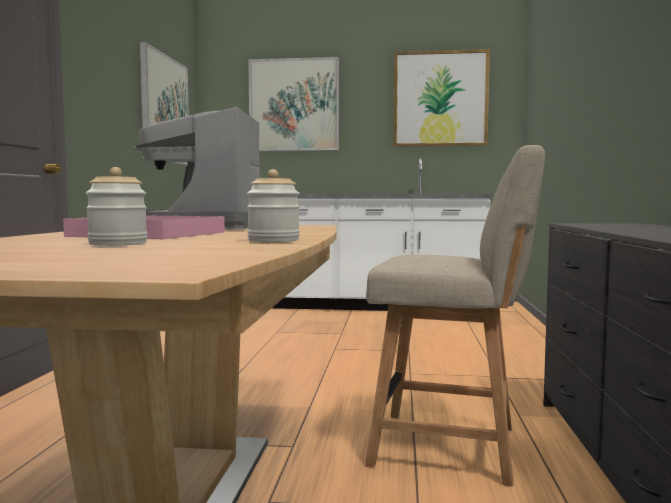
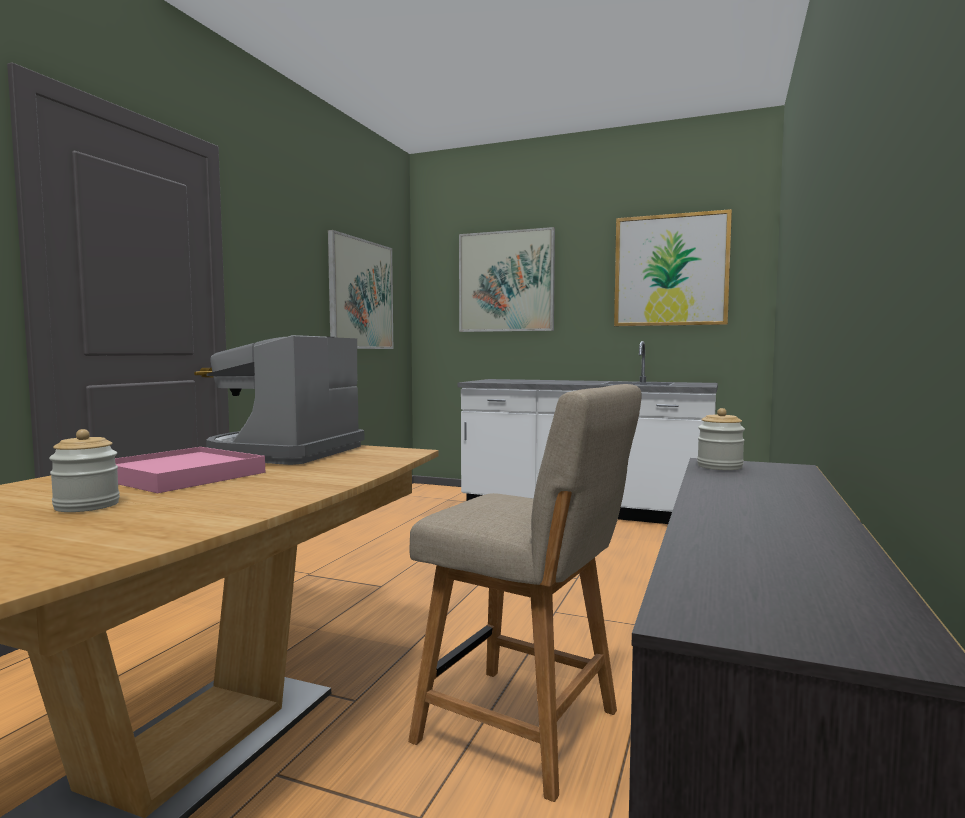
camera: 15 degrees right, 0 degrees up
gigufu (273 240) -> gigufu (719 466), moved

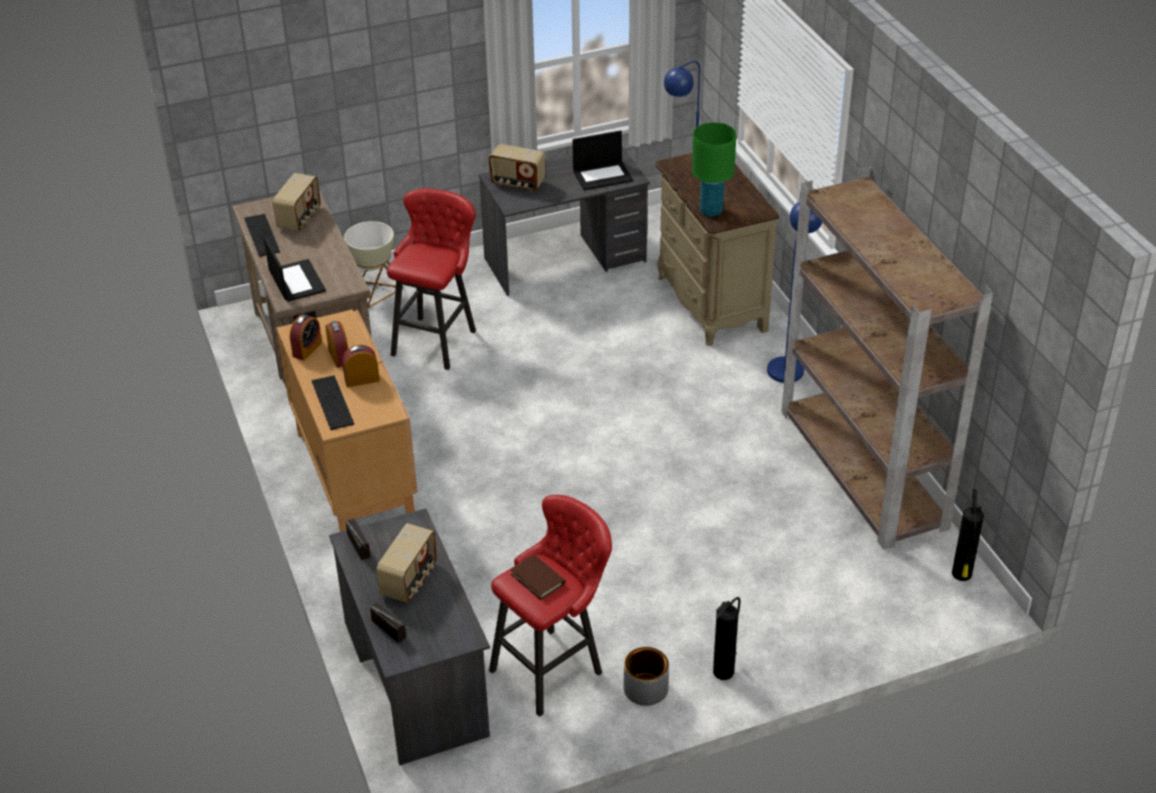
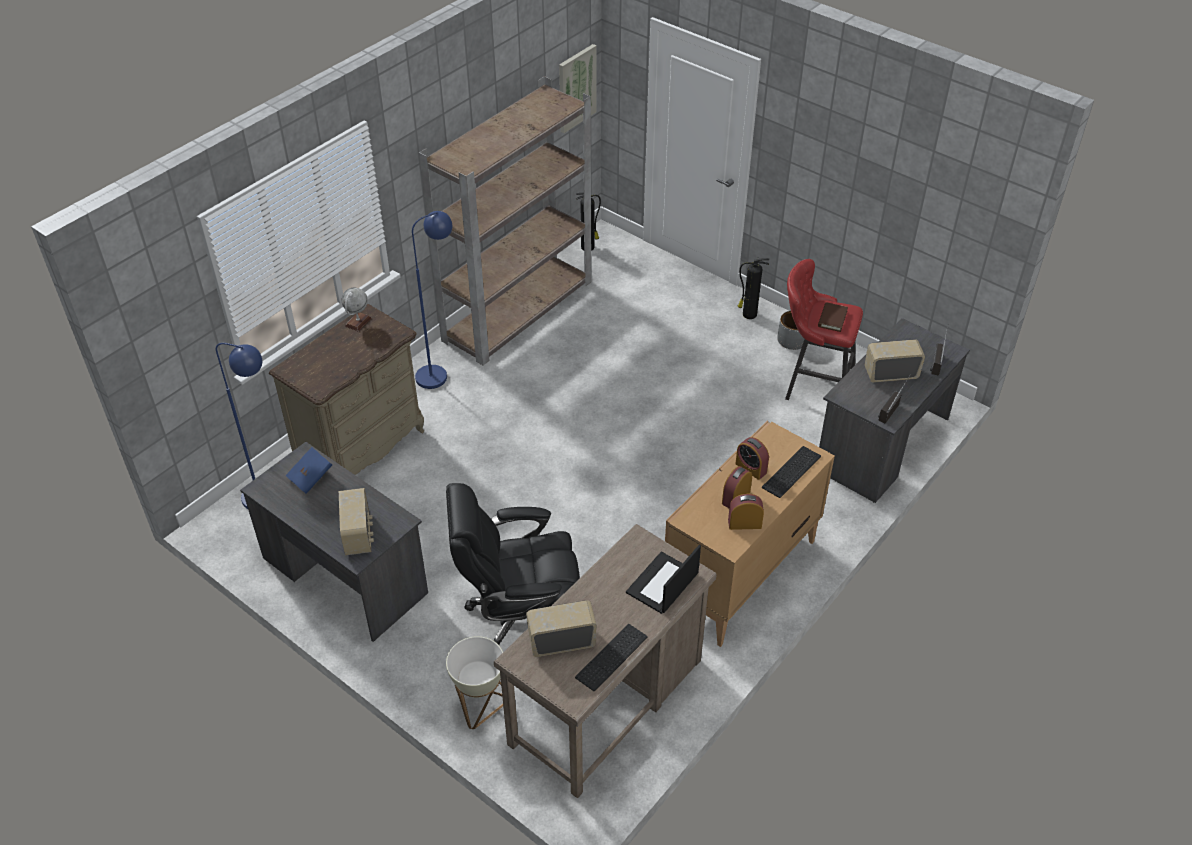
camera: 120 degrees left, 5 degrees up
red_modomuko (438 337) -> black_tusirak (520 615)
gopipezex (603 175) -> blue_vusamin (311 477)
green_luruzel (711 211) -> none
none -> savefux (358 322)
none -> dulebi (576 88)

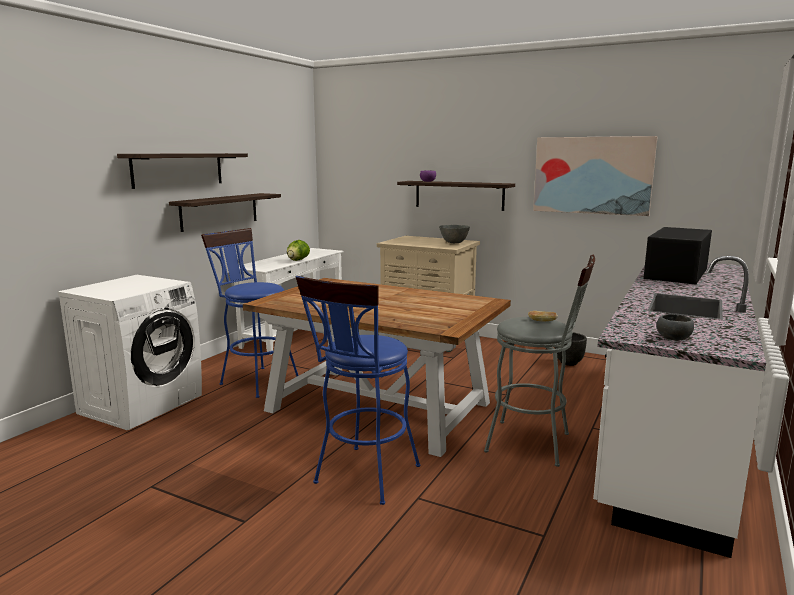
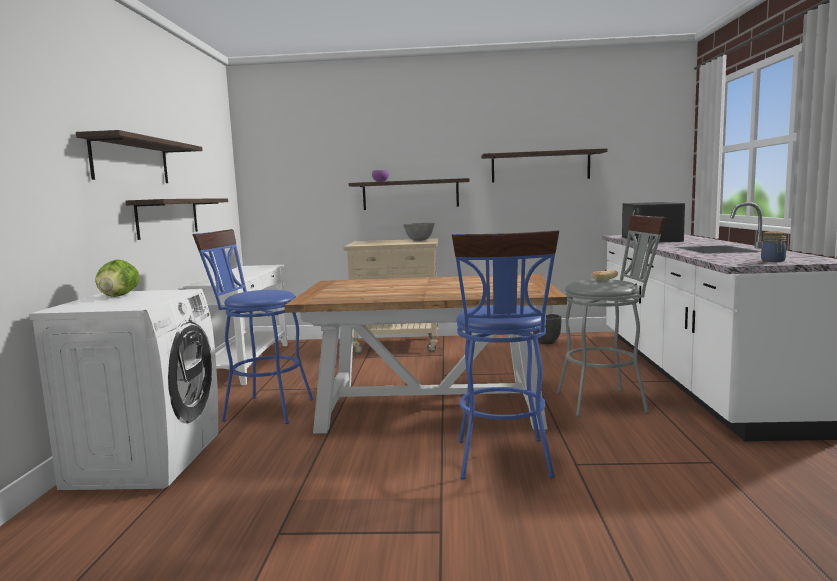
camera: 25 degrees left, 5 degrees down
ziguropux (297 260) -> ziguropux (118 296), moved
dulebi (592 175) -> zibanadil (540 166)
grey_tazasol (674 339) -> gigufu (773 261)

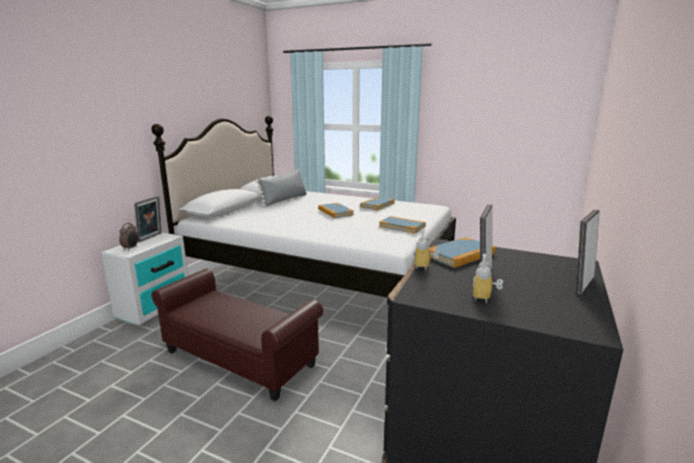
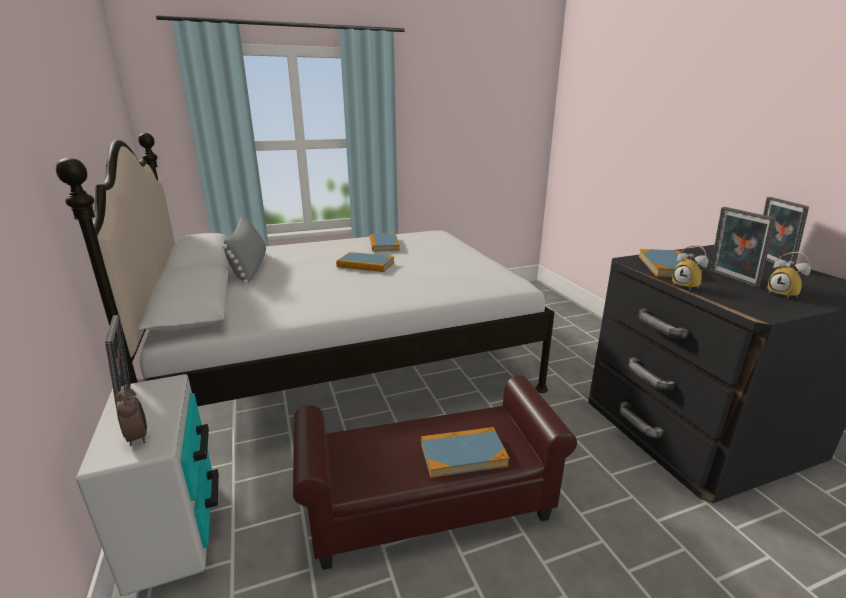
camera: 45 degrees left, 5 degrees up
vusamin (402 226) -> vusamin (463 454), moved

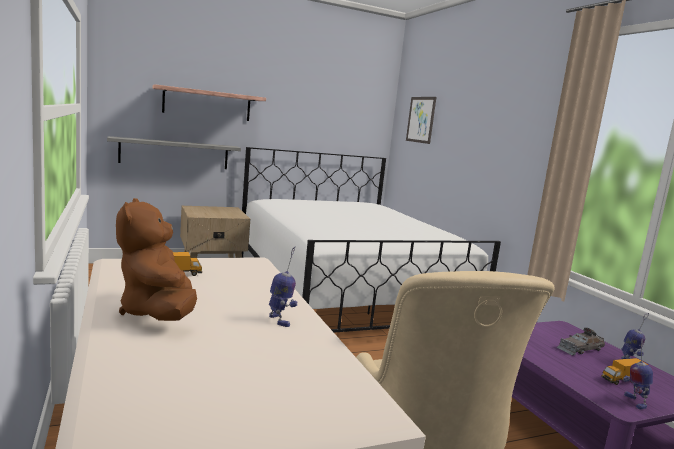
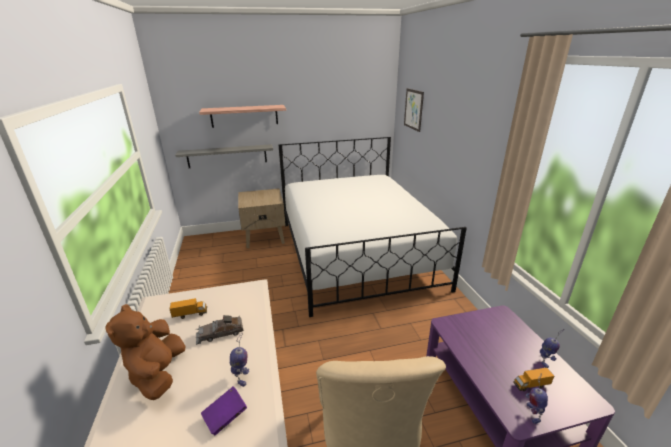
camera: 10 degrees right, 15 degrees up
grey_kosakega (580 348) -> grey_kosakega (220 333), moved
none -> purple_vusamin (225 417)

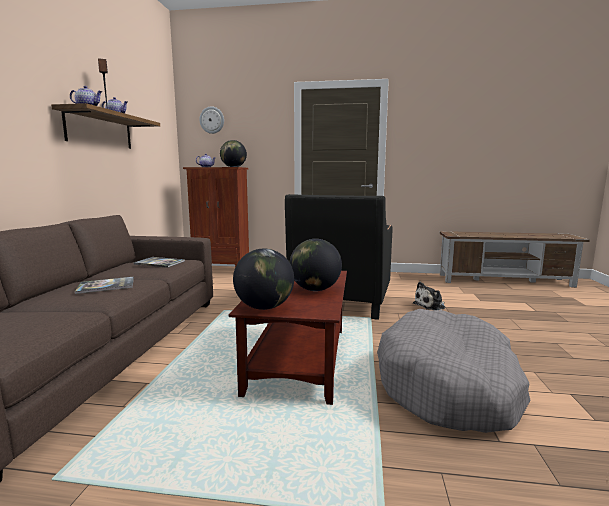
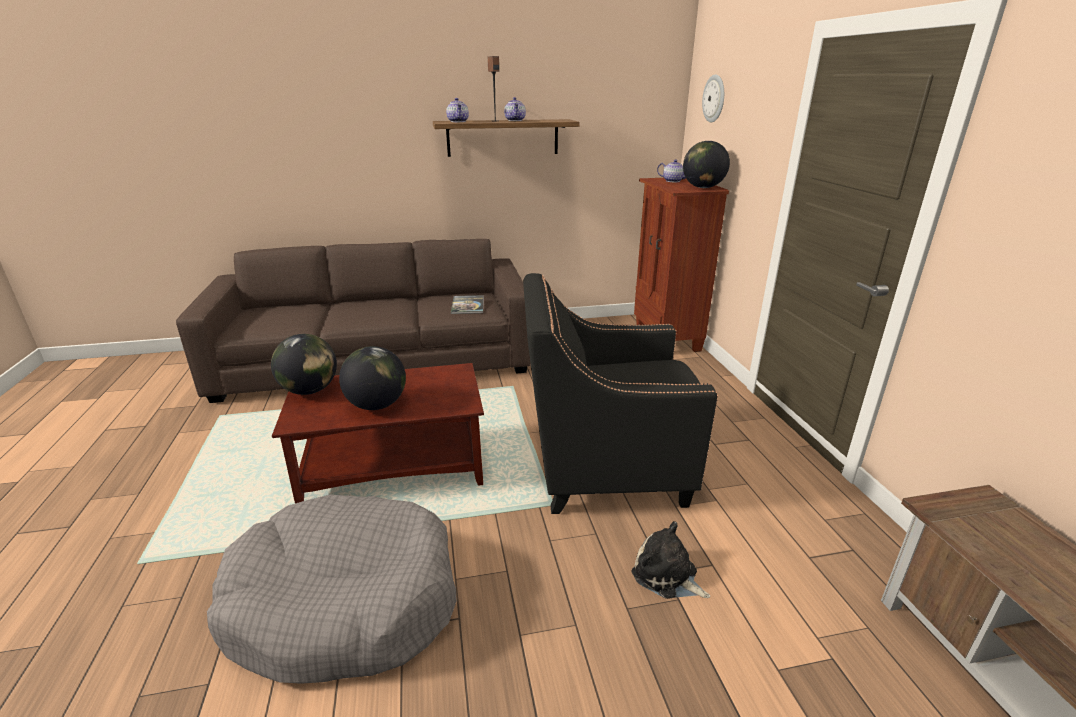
camera: 70 degrees right, 15 degrees up
vusamin (106 286) -> none

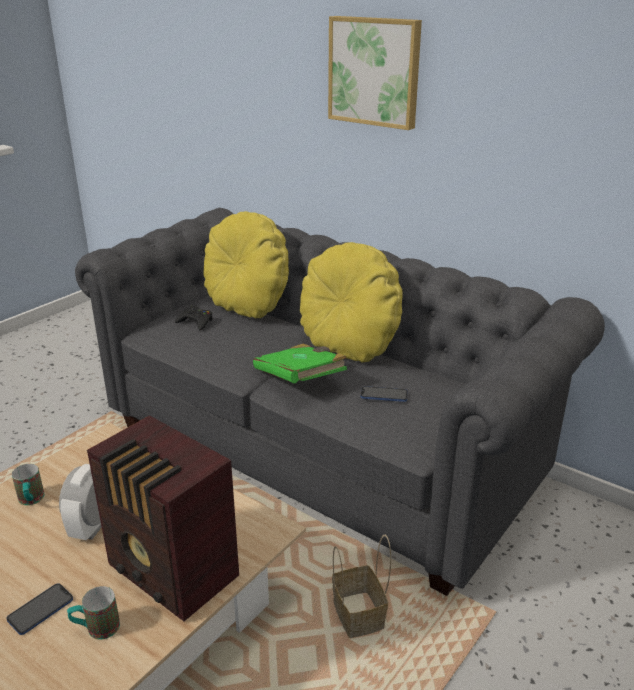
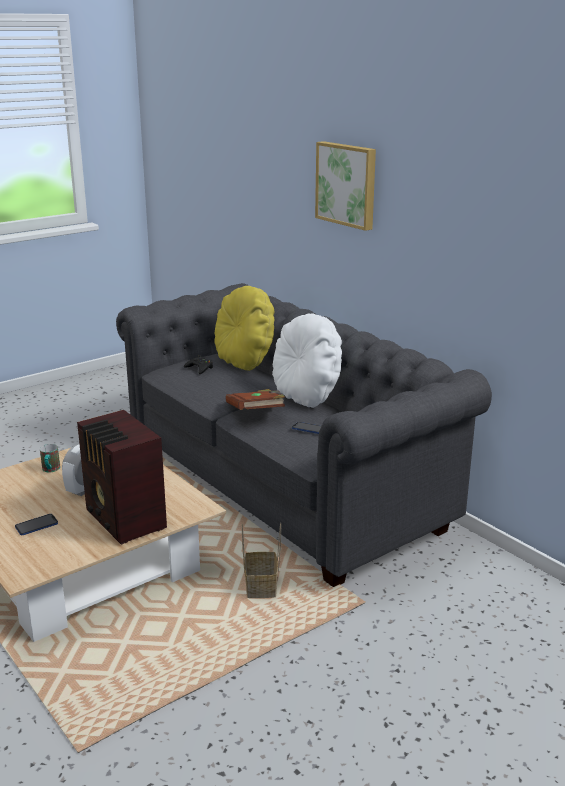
camera: 15 degrees right, 5 degrees down
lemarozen (96 629) -> none
green_vusamin (300 380) -> brown_vusamin (256 413)
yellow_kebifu (348 348) -> white_kebifu (306 398)

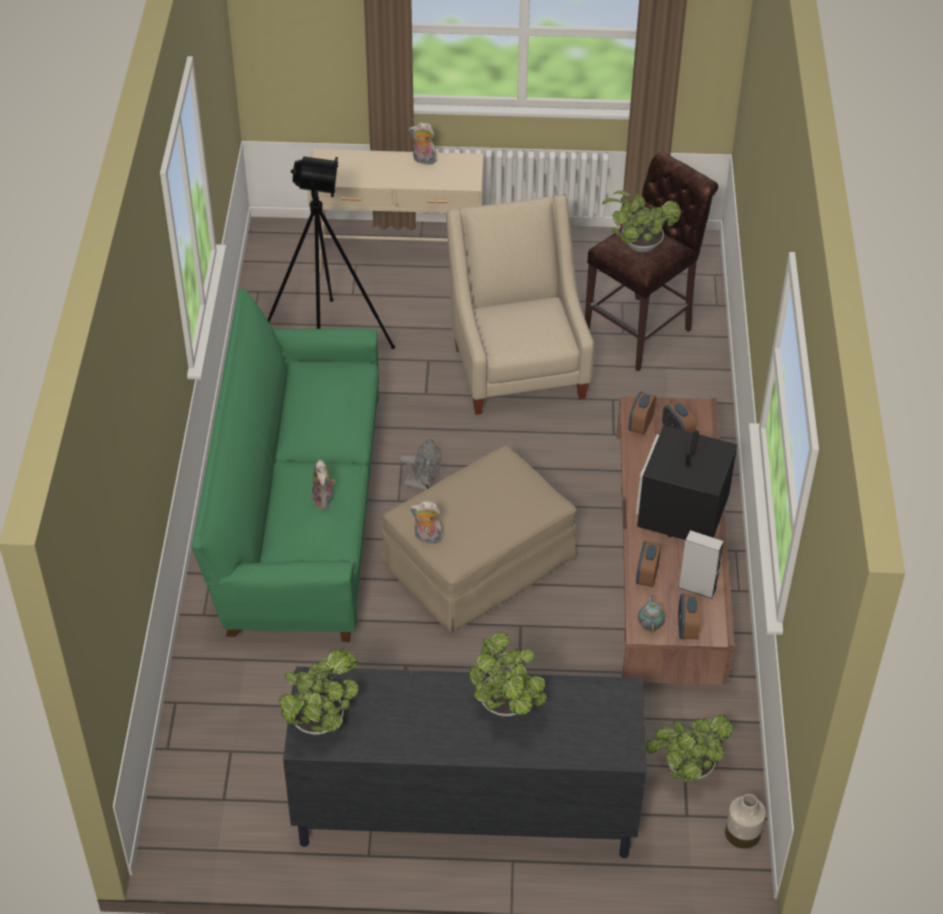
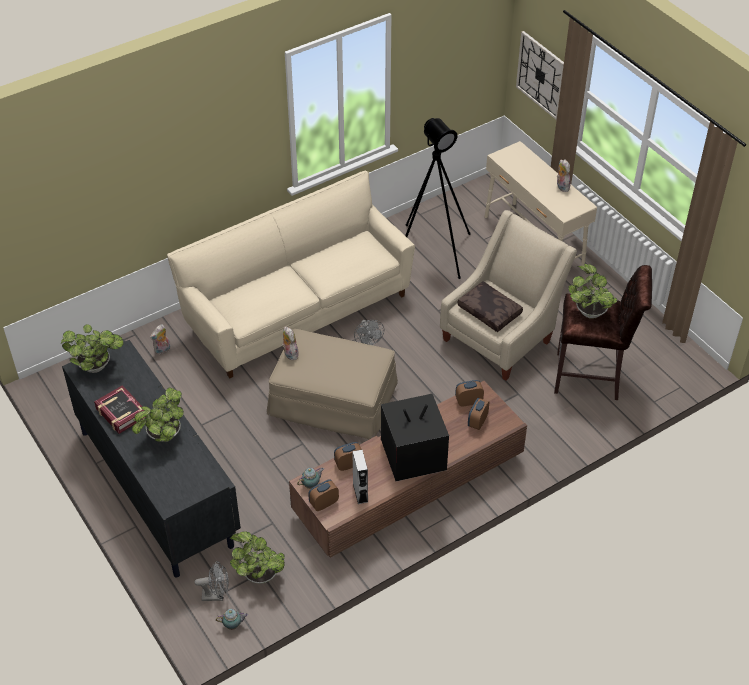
camera: 55 degrees right, 0 degrees up
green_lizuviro (300 517) -> beige_lizuviro (298 311)
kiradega (324 500) -> kiradega (162 350), moved
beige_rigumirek (743 833) -> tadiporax (233 625)
none -> vusamin (121 413)
none -> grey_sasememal (216 595)
none -> brown_kebifu (490 311)
none -> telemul (541 75)

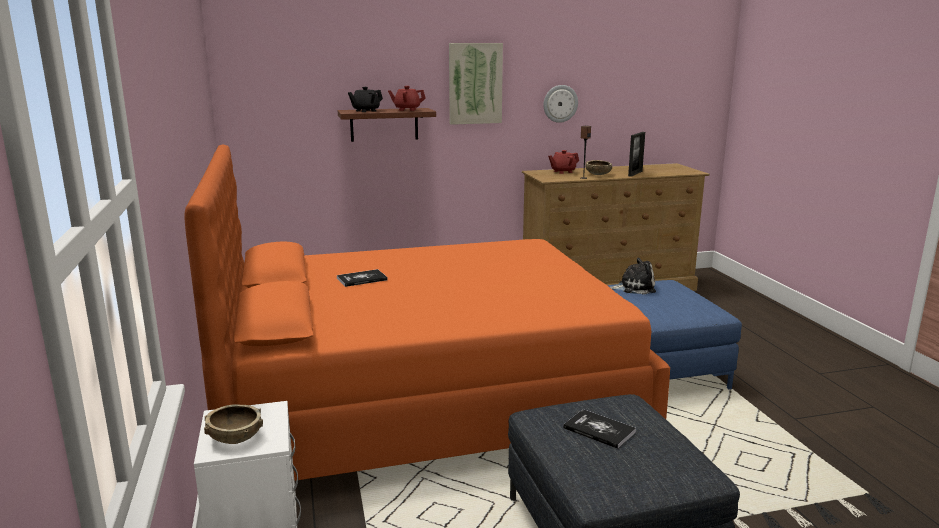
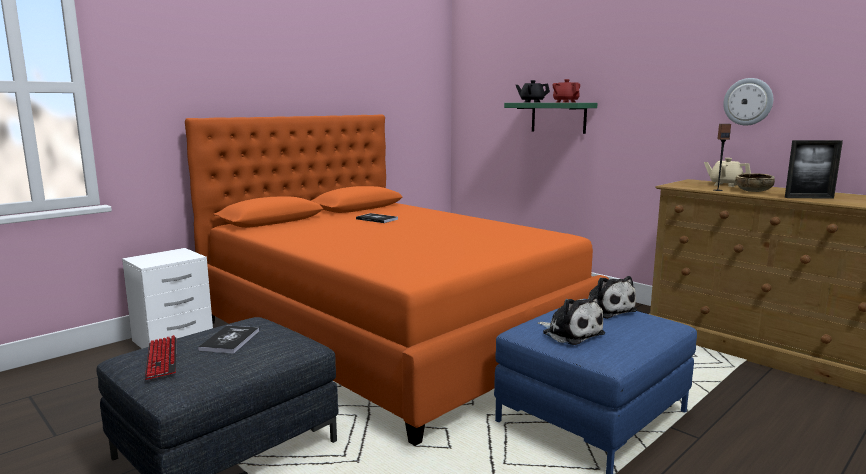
camera: 60 degrees right, 5 degrees down
brown_tazasol (235 438) -> none
brown_zibanadil (384 124) -> green_zibanadil (558 117)
dulebi (475 83) -> none
red_tadiporax (562 172) -> beige_tadiporax (725 185)
none -> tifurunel (162 359)
none -> kiradega (570 333)

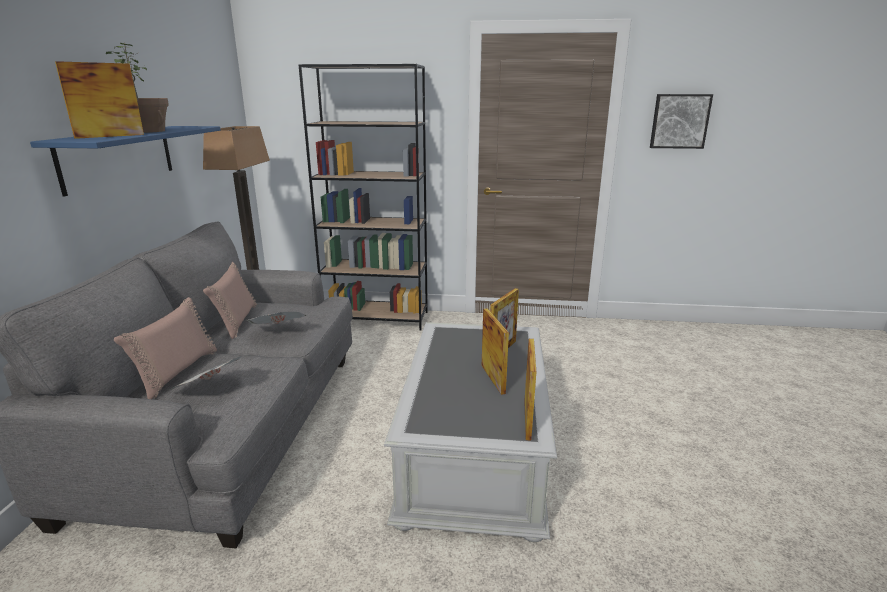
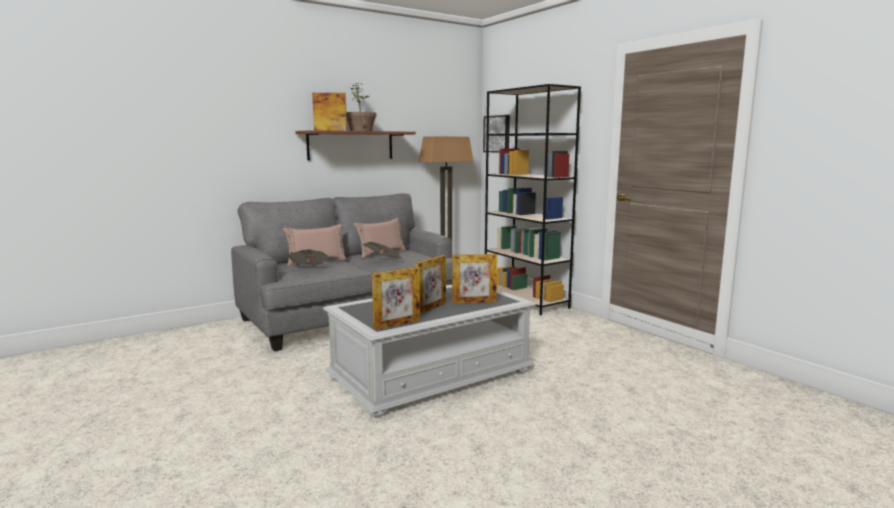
camera: 50 degrees right, 10 degrees down
blue_zibanadil (119 157) -> brown_zibanadil (350 145)
dulebi (679 121) -> dulebi (497 134), moved

